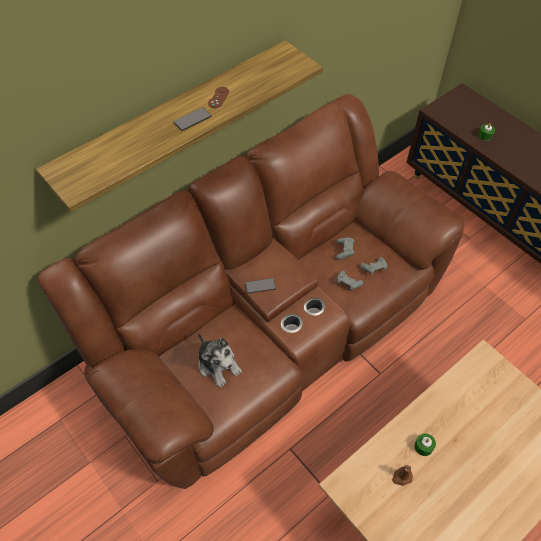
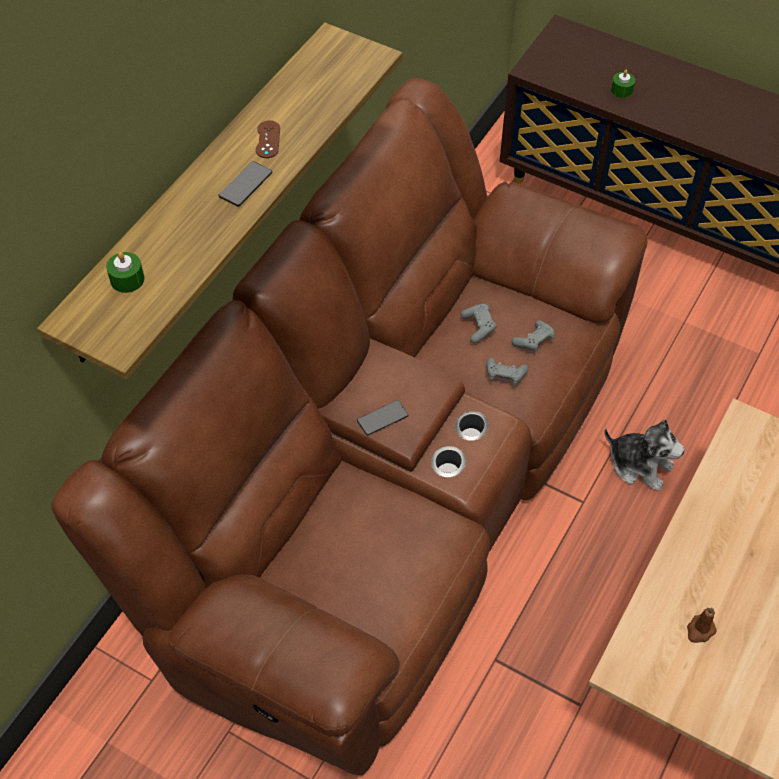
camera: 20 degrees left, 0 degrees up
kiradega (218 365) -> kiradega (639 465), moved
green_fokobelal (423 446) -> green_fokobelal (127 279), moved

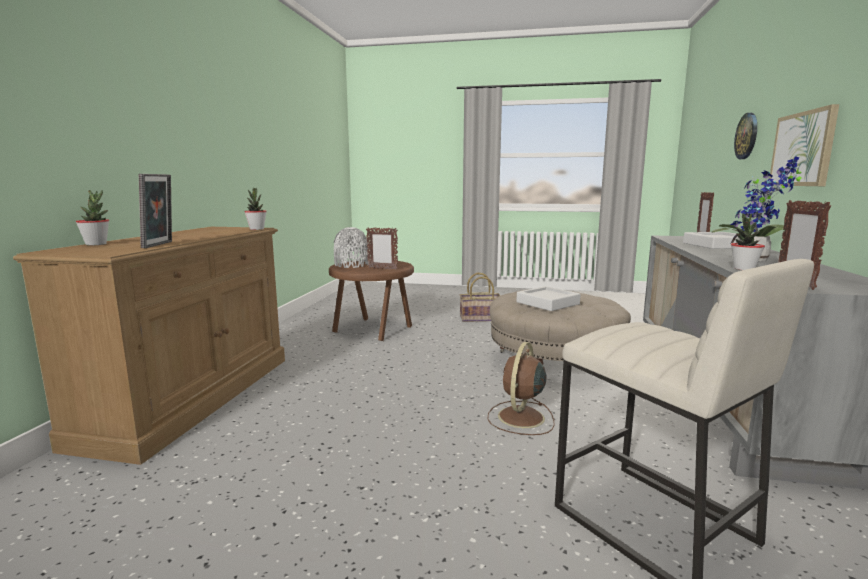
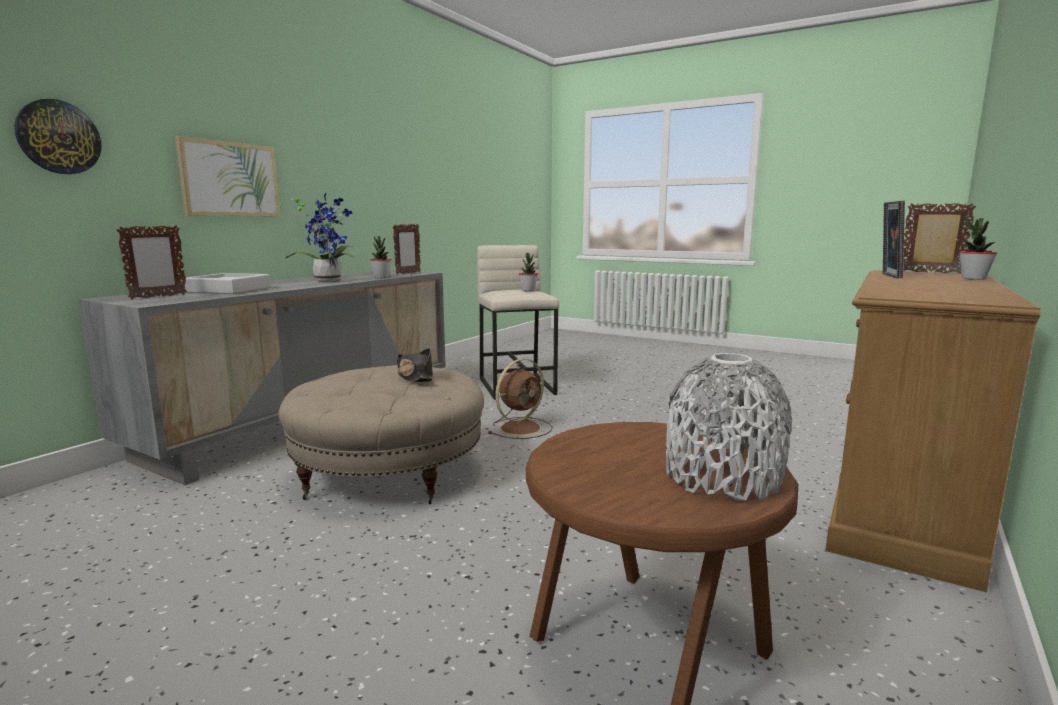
camera: 160 degrees left, 0 degrees up
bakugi (256 229) -> bakugi (528 290), moved
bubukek (382 269) -> bubukek (931 272), moved
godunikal (480 318) -> none
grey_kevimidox (547 303) -> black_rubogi (415 376)

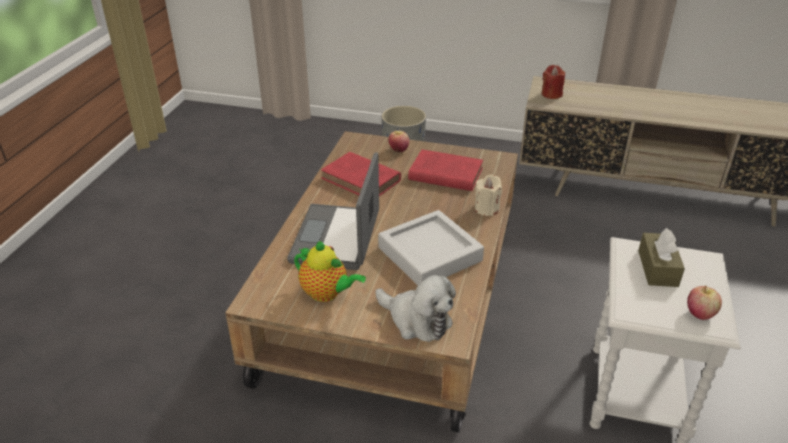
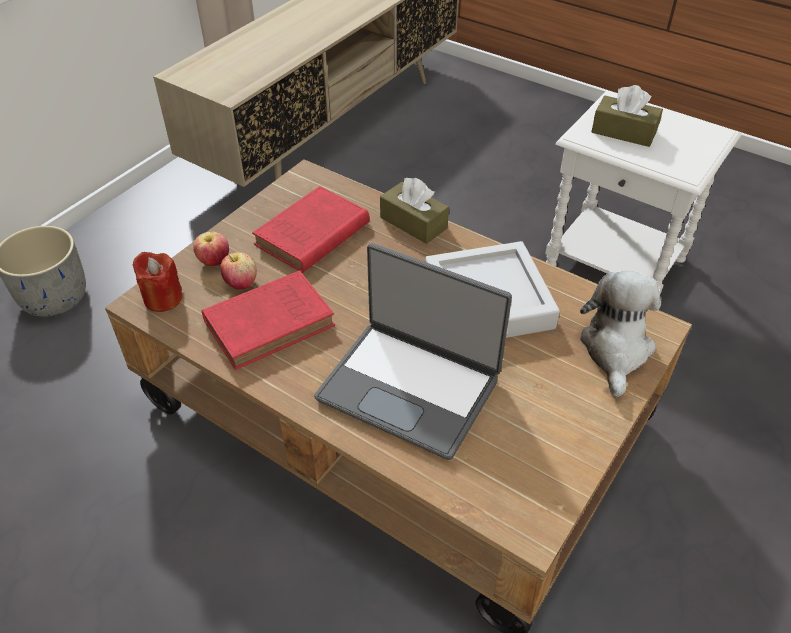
camera: 70 degrees left, 10 degrees up
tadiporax (327 294) -> none
kiradega (417 320) -> kiradega (615 349), 45 degrees counterclockwise
beige_fokobelal (486 209) -> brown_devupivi (413 223)
red_fokobelal (551 94) -> red_fokobelal (163 298), moved
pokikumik (700 314) -> pokikumik (241 283), moved

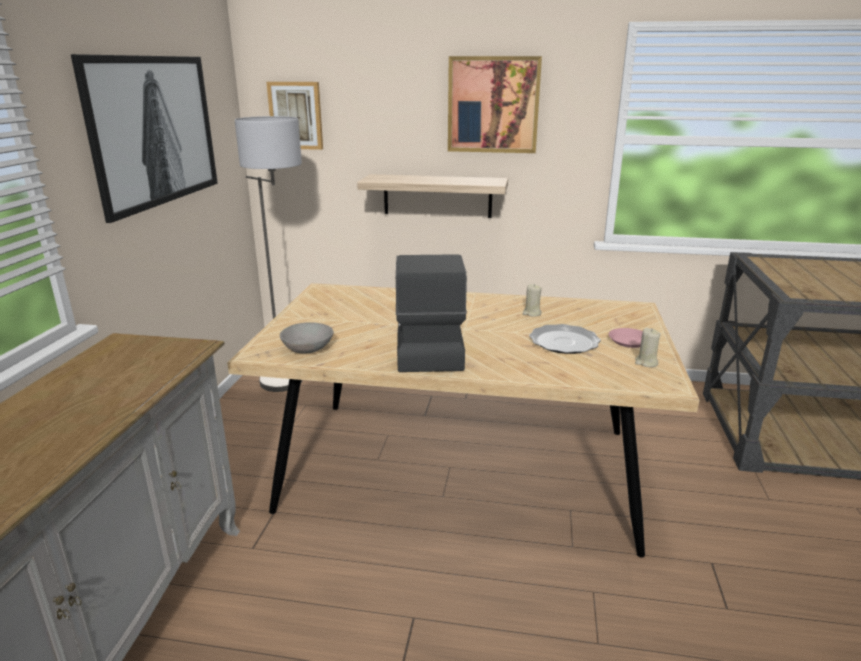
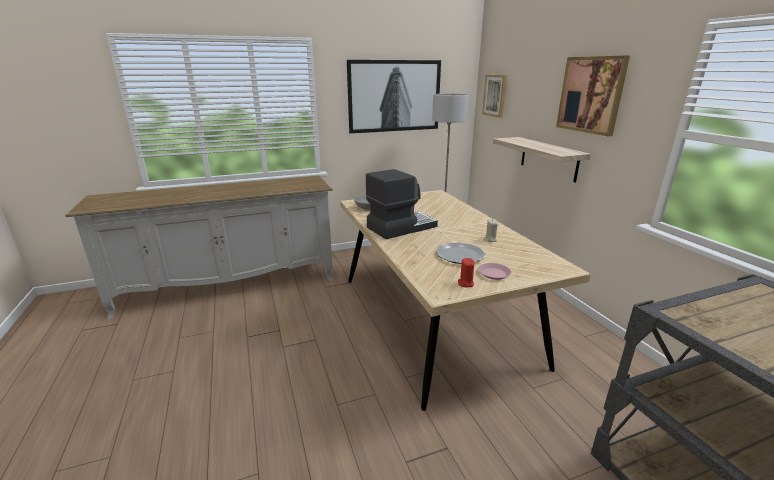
camera: 60 degrees right, 0 degrees up
beige_fokobelal (646 363) -> red_fokobelal (465 283)

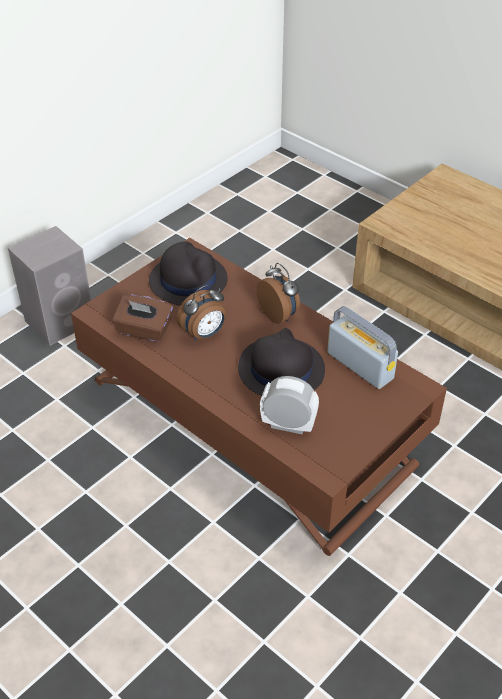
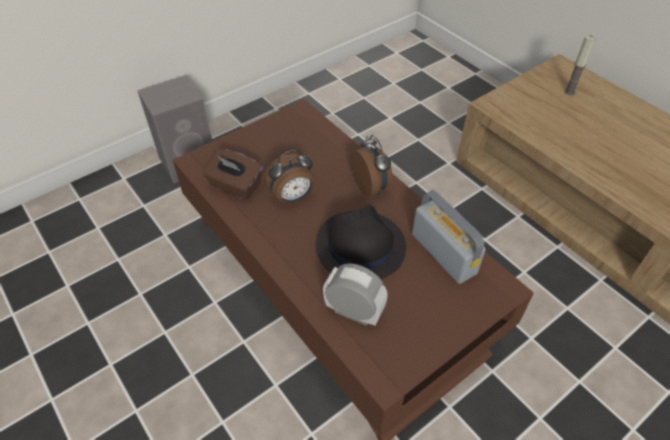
camera: 10 degrees right, 5 degrees up
black_rubogi (188 280) -> none
none -> fokobelal (569 92)

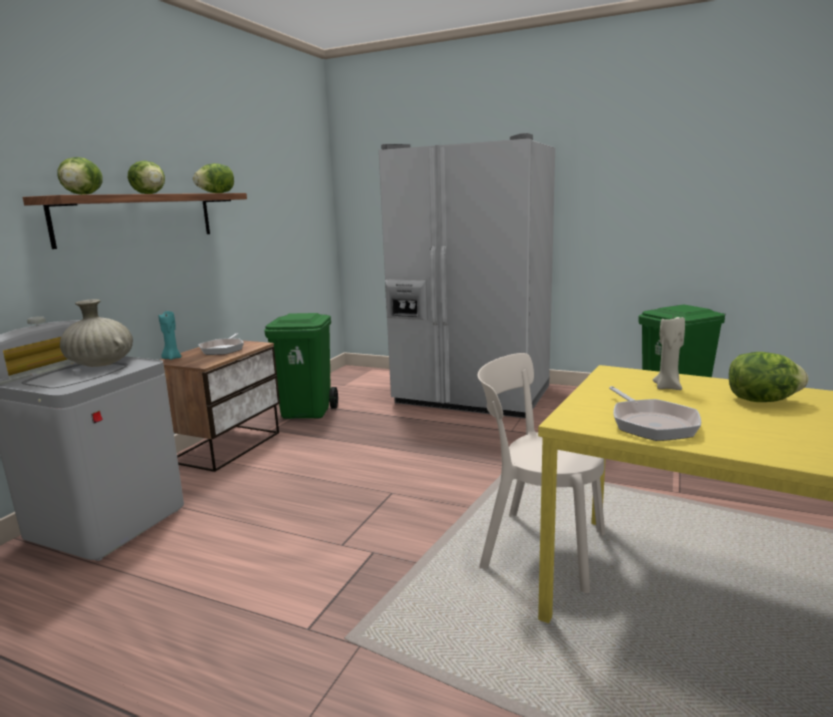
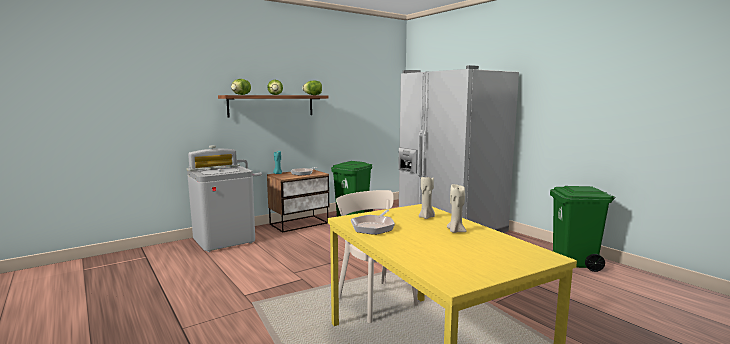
camera: 30 degrees right, 5 degrees down
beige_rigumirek (101 364) -> none
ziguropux (762 400) -> beige_fokobelal (455 231)

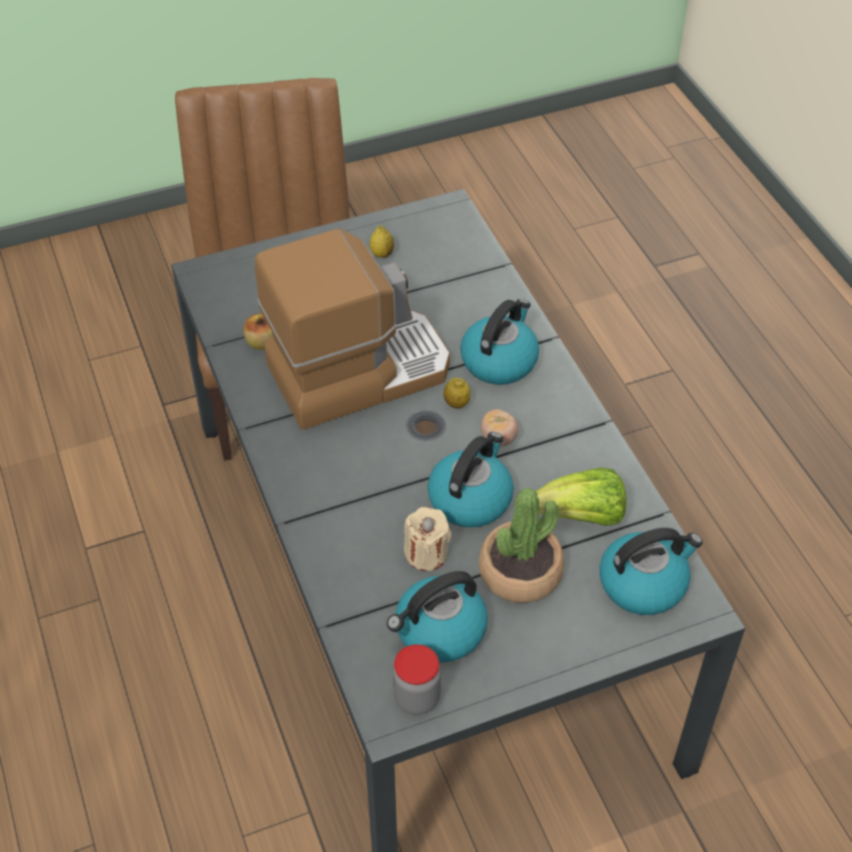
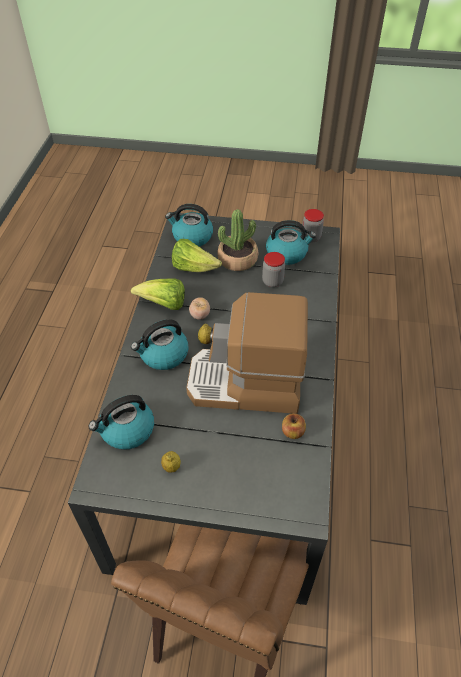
camera: 150 degrees left, 0 degrees up
beige_fokobelal (426 554) -> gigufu (272 281)
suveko (470 498) -> suveko (127 430), moved
none -> ziguropux (163 304)

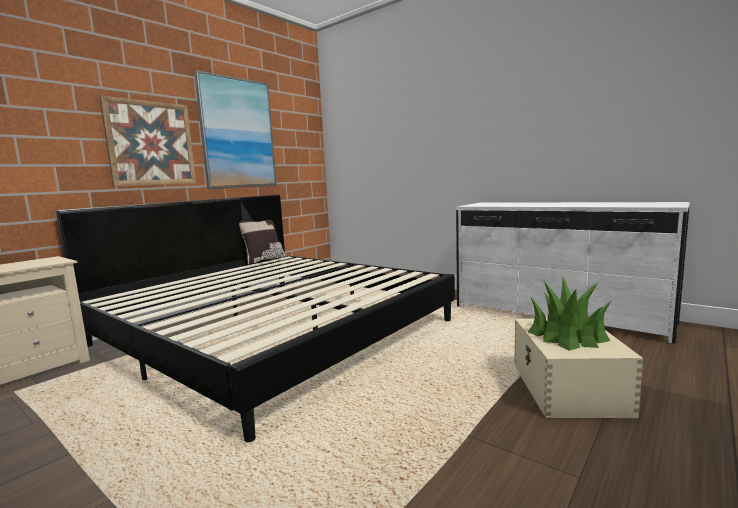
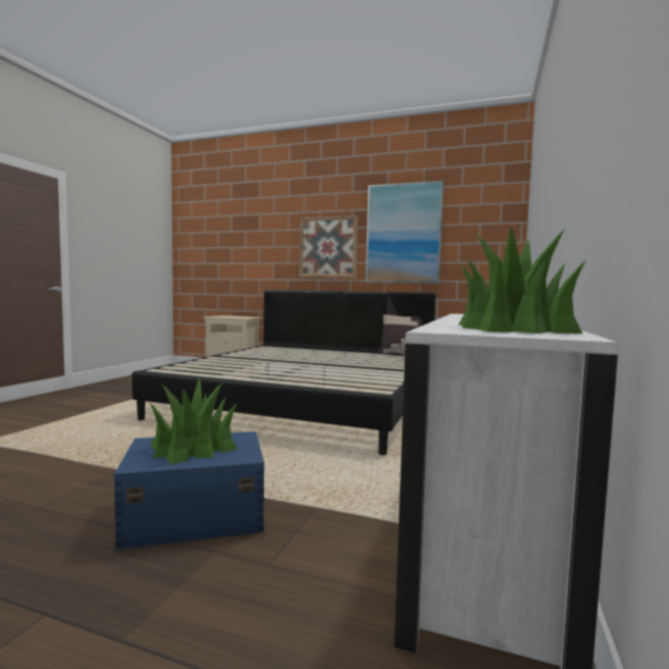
camera: 70 degrees right, 5 degrees down
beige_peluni (568 389) -> blue_peluni (193 514)
none -> bakugi (513 328)

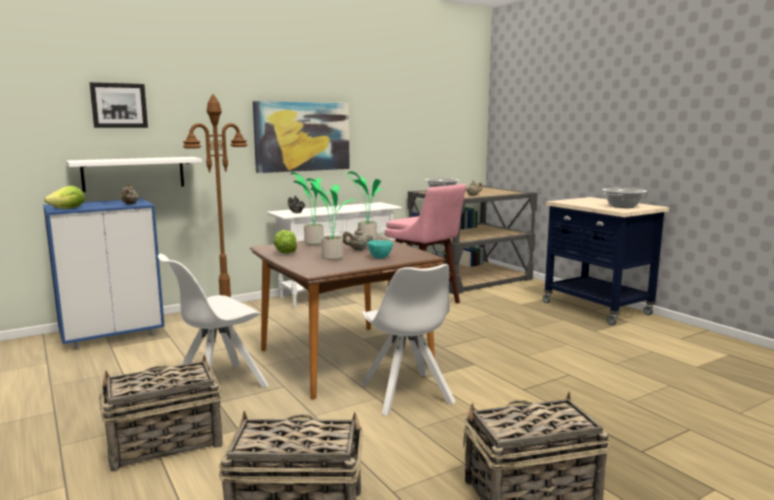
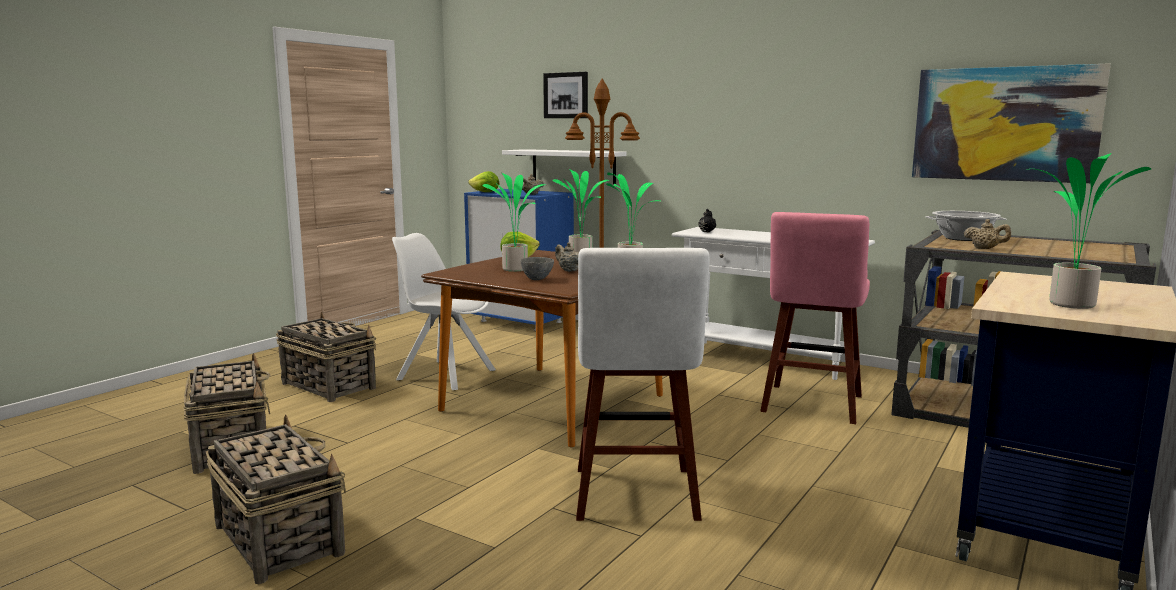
camera: 65 degrees right, 0 degrees up
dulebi (302 136) -> dulebi (1005 124), moved
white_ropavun (406 394) -> none
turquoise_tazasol (379 257) -> grey_tazasol (537 279)
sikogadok (622 206) -> bakugi (1069 305)
none -> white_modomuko (635 496)

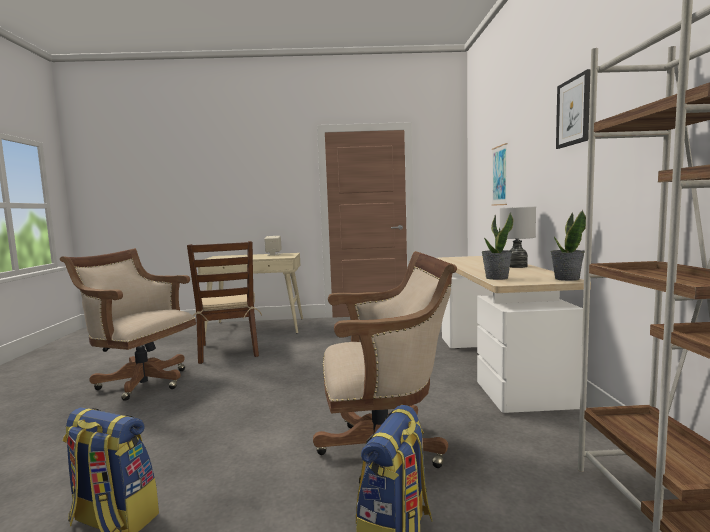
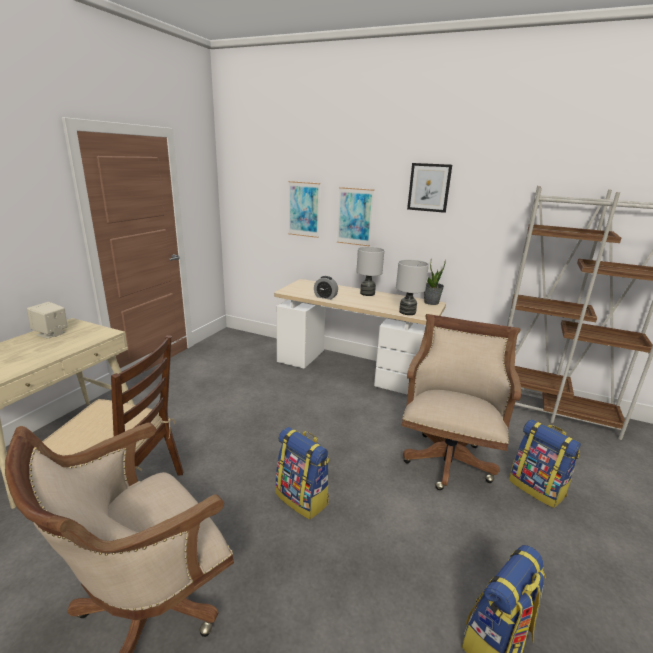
camera: 65 degrees left, 15 degrees up
bakugi (496 278) -> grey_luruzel (407 312)
none -> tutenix (303 498)
none -> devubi (325 297)
none -> dulebi (355 216)

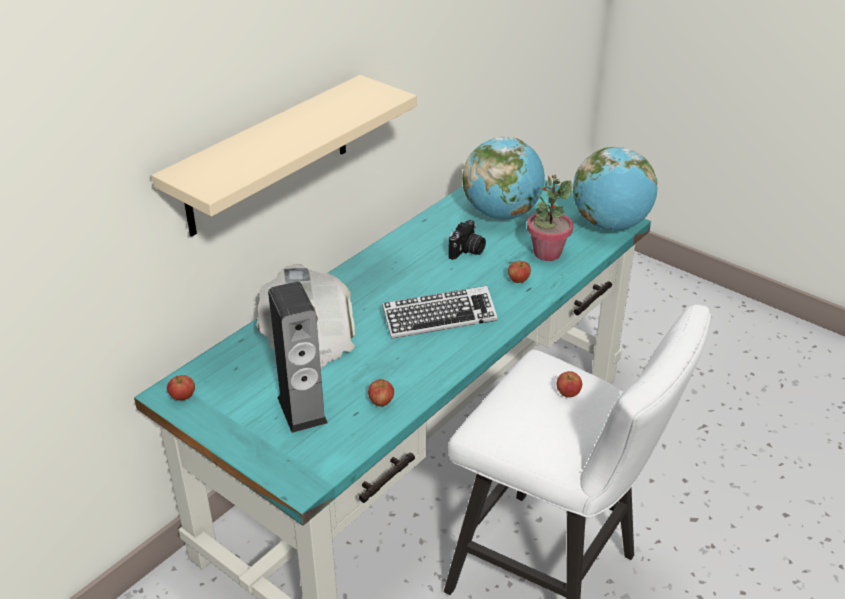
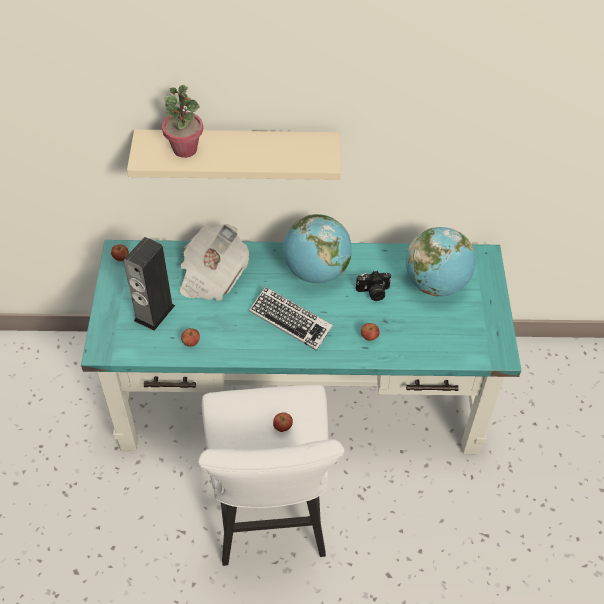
camera: 50 degrees right, 15 degrees up
bakugi (547 253) -> bakugi (185 149), moved
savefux (610 225) -> savefux (316 271), moved

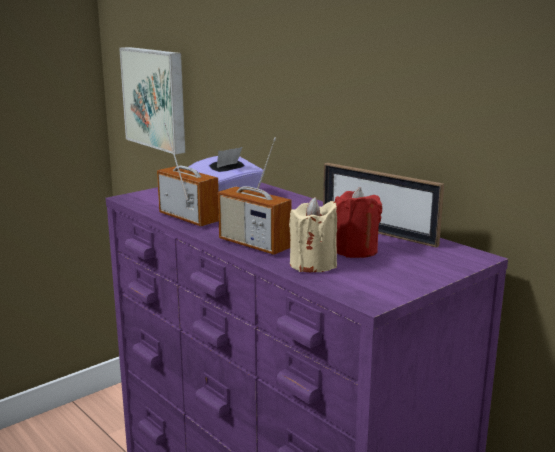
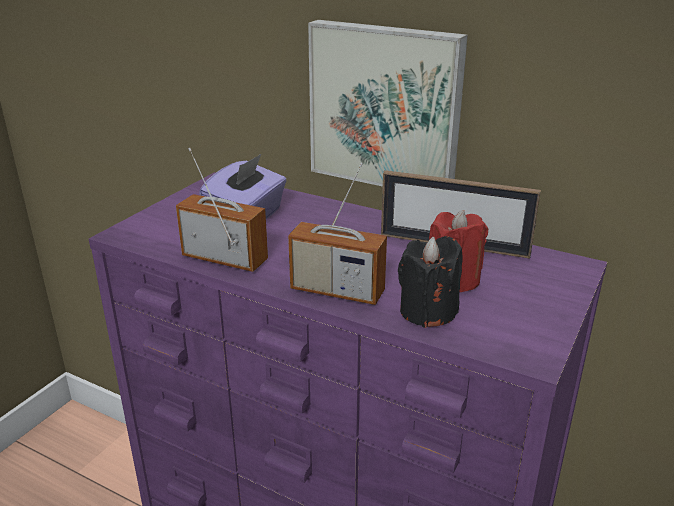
camera: 20 degrees left, 10 degrees up
dulebi (156 98) -> dulebi (386 106), moved
beige_fokobelal (313 264) -> black_fokobelal (428 311)

